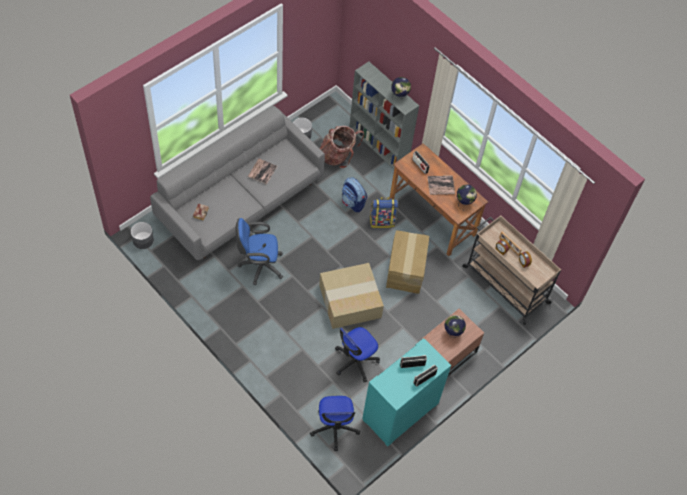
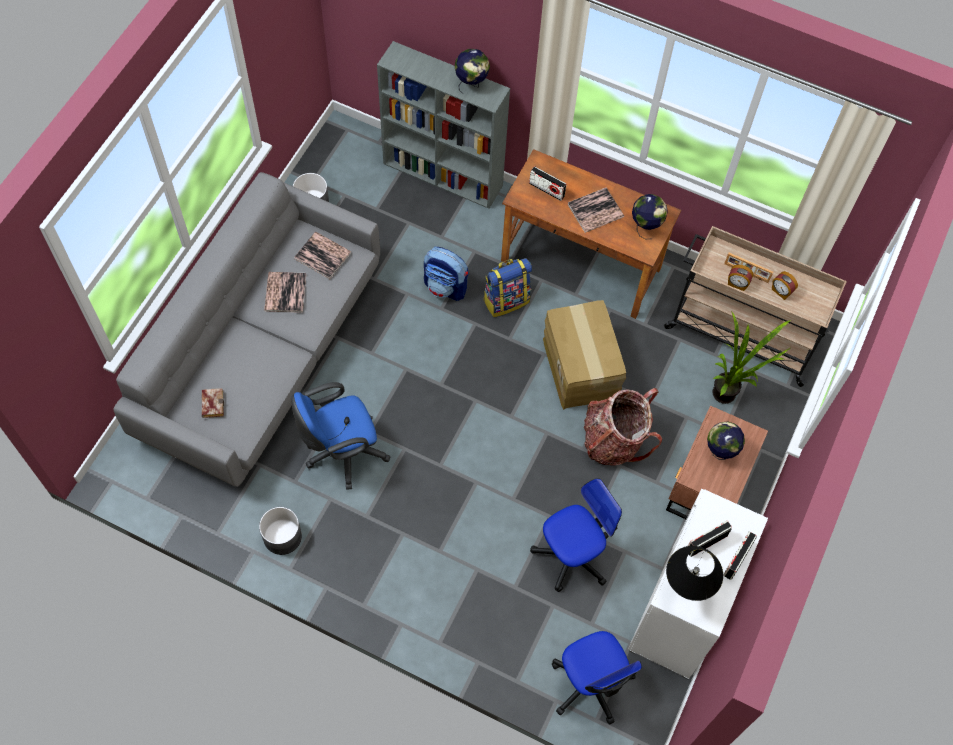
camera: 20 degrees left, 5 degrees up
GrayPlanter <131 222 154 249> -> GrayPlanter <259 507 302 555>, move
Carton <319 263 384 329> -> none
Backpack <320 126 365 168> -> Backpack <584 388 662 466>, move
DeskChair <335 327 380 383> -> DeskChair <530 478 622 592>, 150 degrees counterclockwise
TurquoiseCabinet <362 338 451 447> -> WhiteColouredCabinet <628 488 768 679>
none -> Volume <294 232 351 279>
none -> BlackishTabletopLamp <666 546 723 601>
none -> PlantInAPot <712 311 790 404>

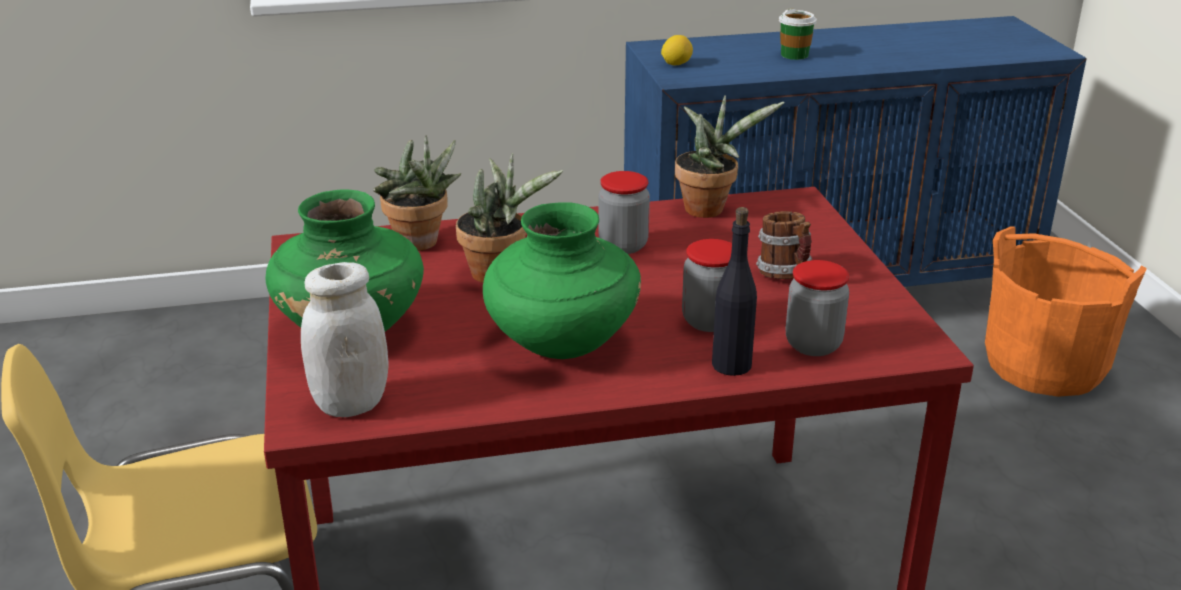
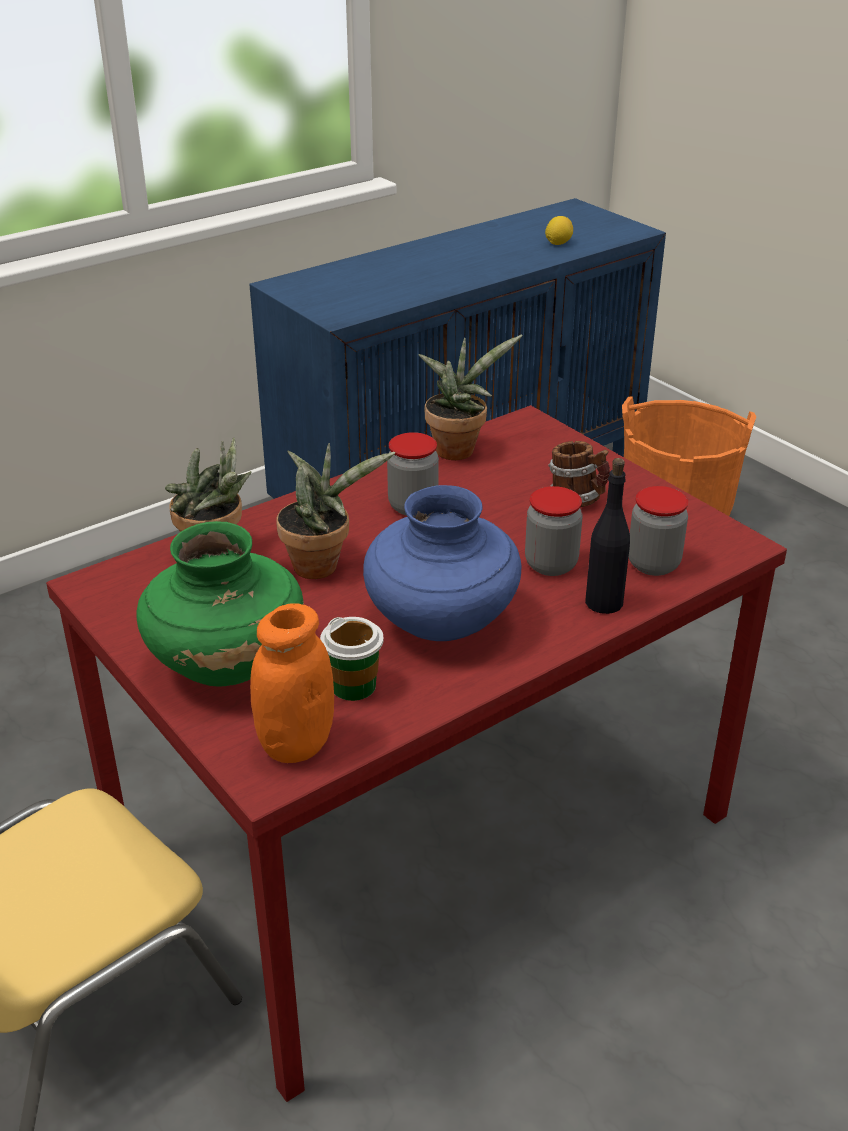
camera: 25 degrees left, 5 degrees up
WhiteColouredJar <301 262 389 417> -> OrangeyJar <250 603 334 763>
GreenVase <483 202 641 359> -> BlueColouredVase <363 485 521 641>
CitrusFruit <661 35 693 65> -> CitrusFruit <545 216 573 245>, move
SmallCup <779 8 817 60> -> SmallCup <320 617 384 701>, move

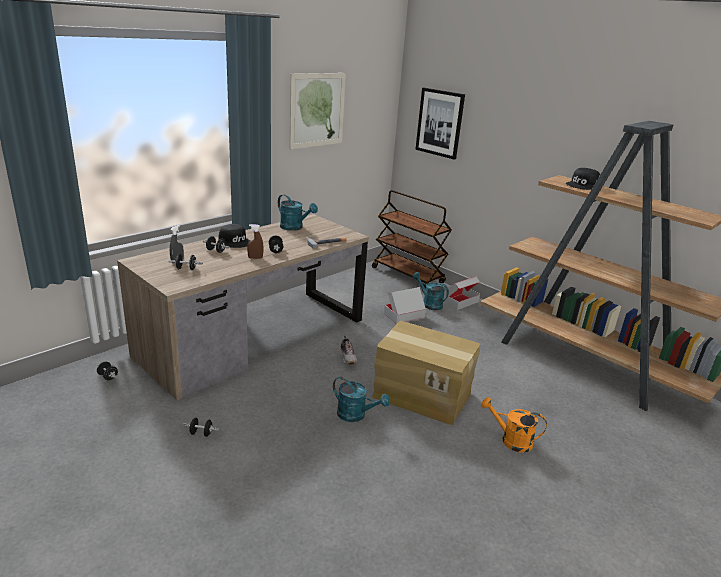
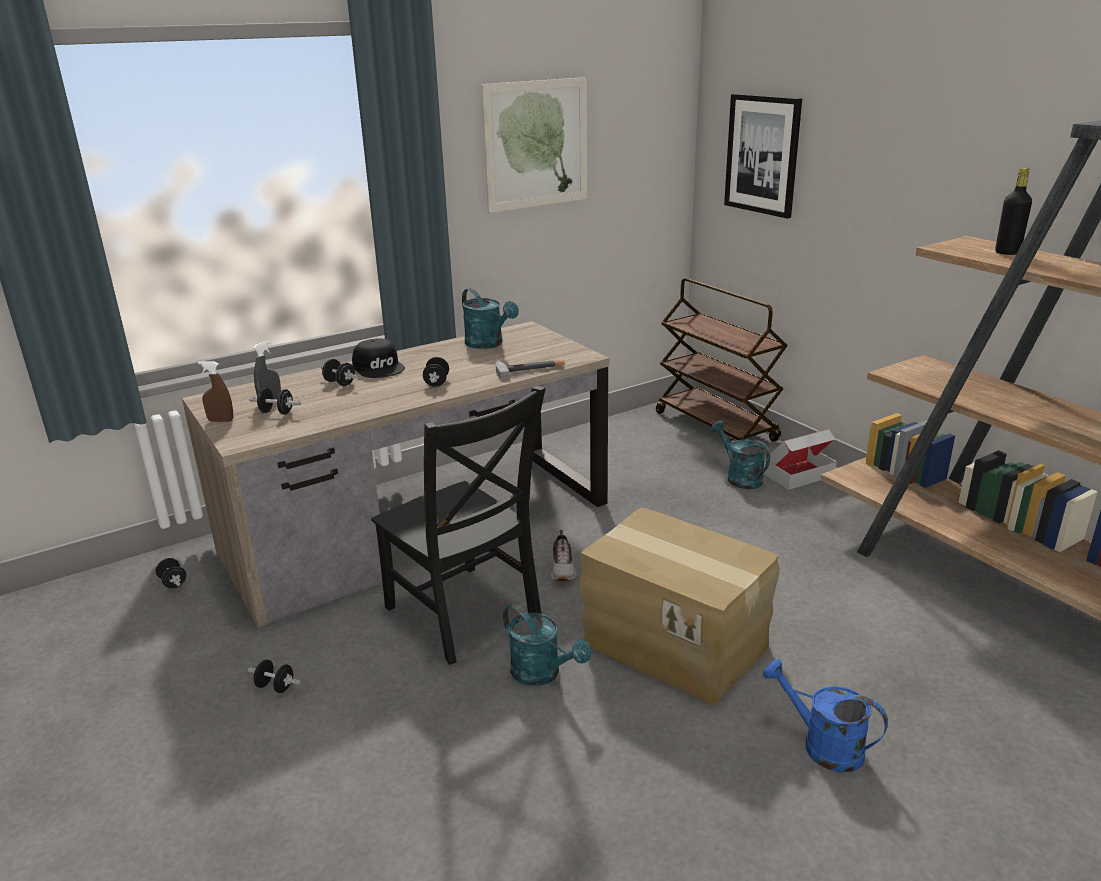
camera: 15 degrees right, 0 degrees up
BrownSprayer <247 224 264 259> -> BrownSprayer <198 361 233 422>, move
Carton <384 287 426 324> -> none
OrangeySprinklingCan <481 397 547 453> -> BlueColouredSprinklingCan <763 659 888 773>
BlackishBaseballCap <566 168 600 190> -> BlackishBeverageBottle <995 167 1032 255>
none -> BlackishChair <371 386 546 665>

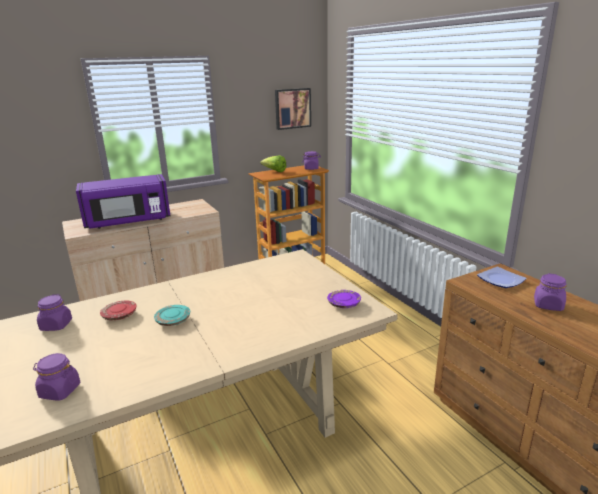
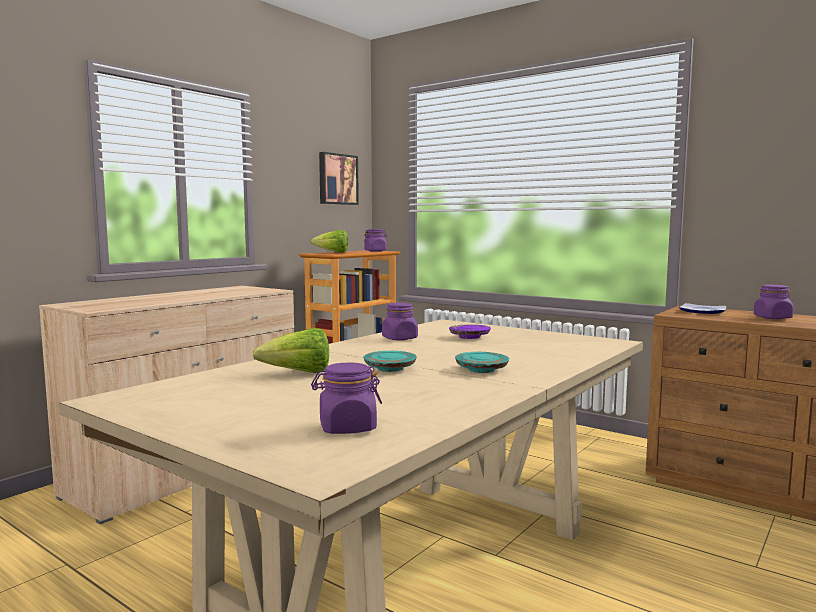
camera: 25 degrees left, 15 degrees down
PurpleJar <37 294 72 331> -> PurpleJar <382 303 418 341>, move
PurpleKitchenMicrowave <76 174 171 229> -> none
RedFlatDish <100 301 137 320> -> LettuceHead <252 328 329 373>
PurpleFlatDish <327 290 361 308> -> PurpleFlatDish <449 325 491 339>, move
none -> TurquoiseFlatDish <455 352 509 373>

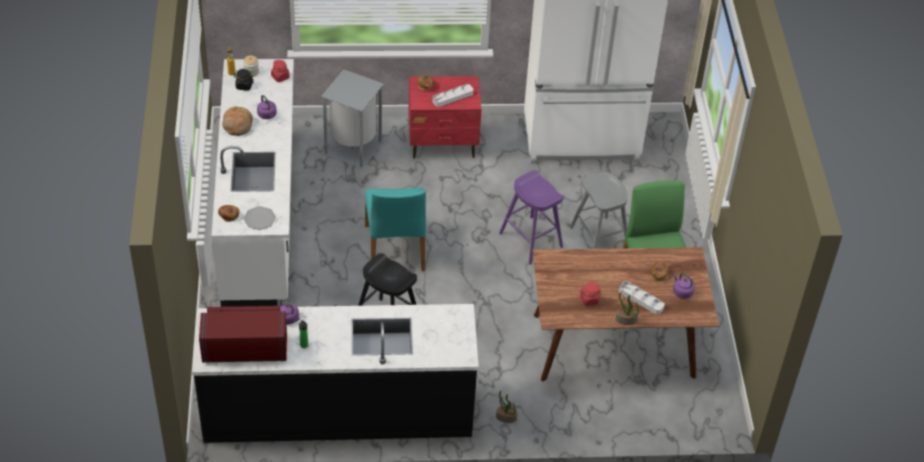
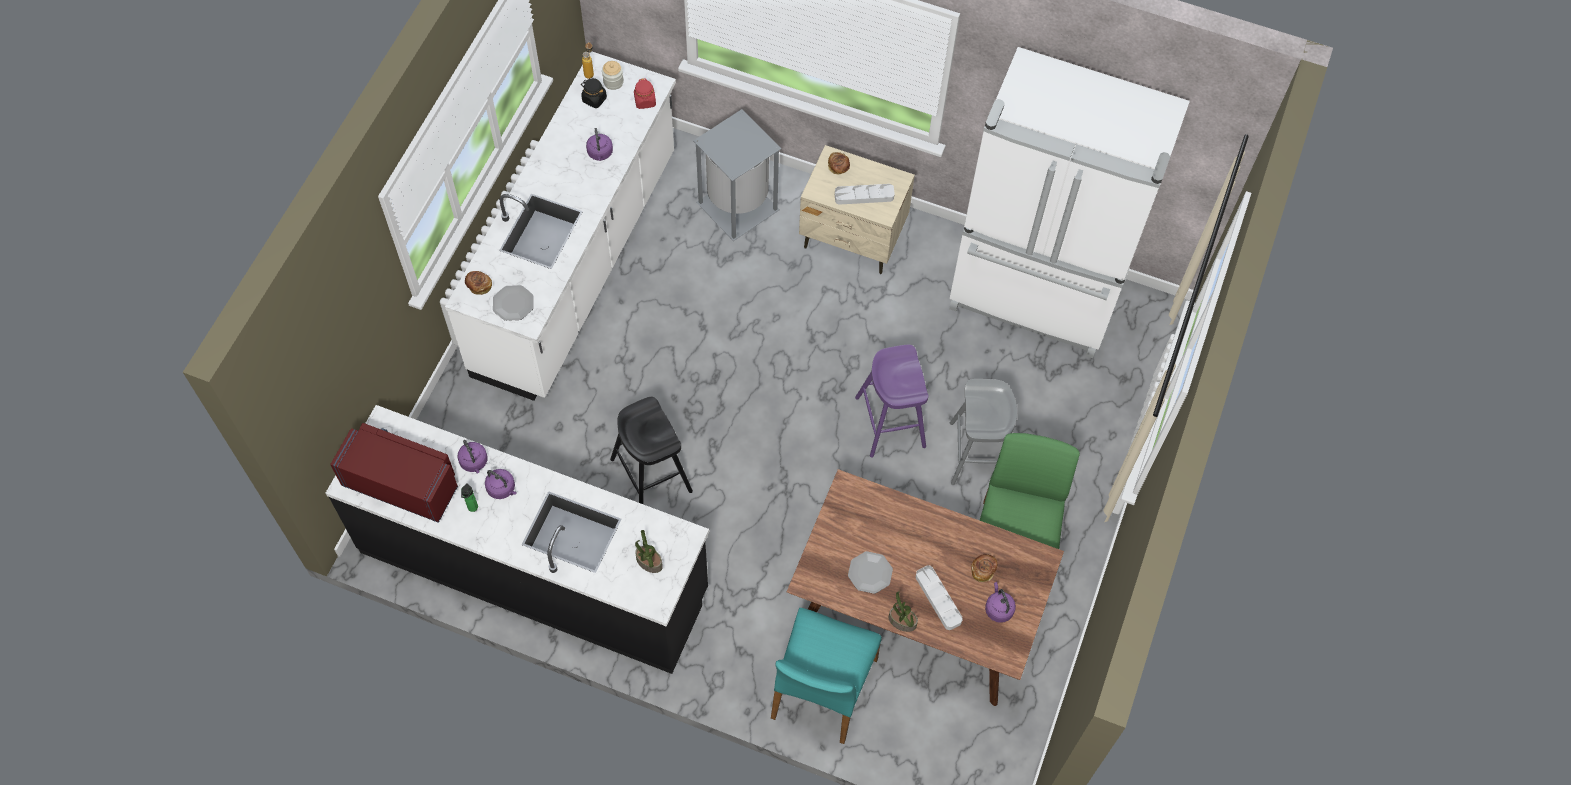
camera: 25 degrees right, 15 degrees up
Bread <222 106 253 136> -> none
TurquoiseChair <365 187 426 271> -> TurquoiseChair <771 608 882 744>, move
RedBedsideTable <408 76 482 159> -> BeigeColouredBedsideTable <799 145 915 274>
PlantInAPot <496 391 518 423> -> PlantInAPot <635 530 663 573>, move
RedJar <580 282 601 306> -> FlatDish <848 551 893 594>
none -> PurpleWaterKettle <485 469 517 499>

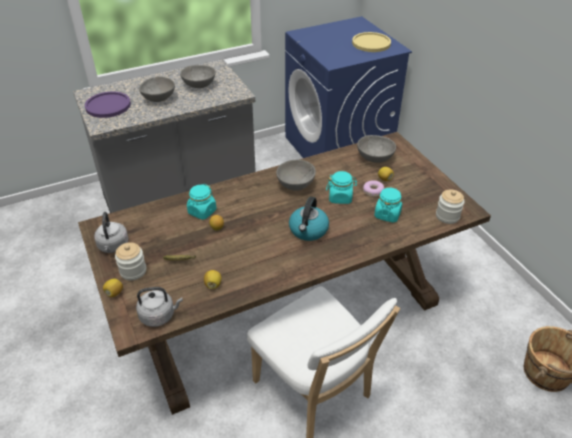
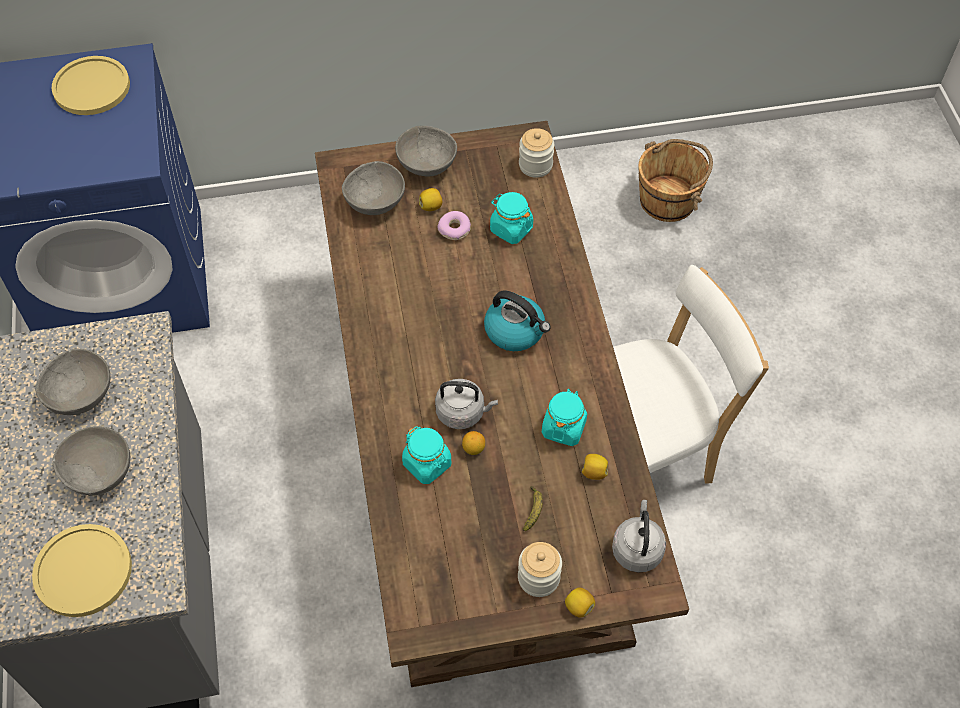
camera: 75 degrees left, 15 degrees up
PurpleFlatDish <85 91 131 118> -> YellowFlatDish <32 524 132 617>
GrayWaterKettle <94 212 129 253> -> GrayWaterKettle <435 379 498 429>, move
GrayDeepDish <276 160 316 191> -> GrayDeepDish <395 125 457 177>, move
TurquoiseJar <326 171 357 204> -> TurquoiseJar <542 389 587 446>, move

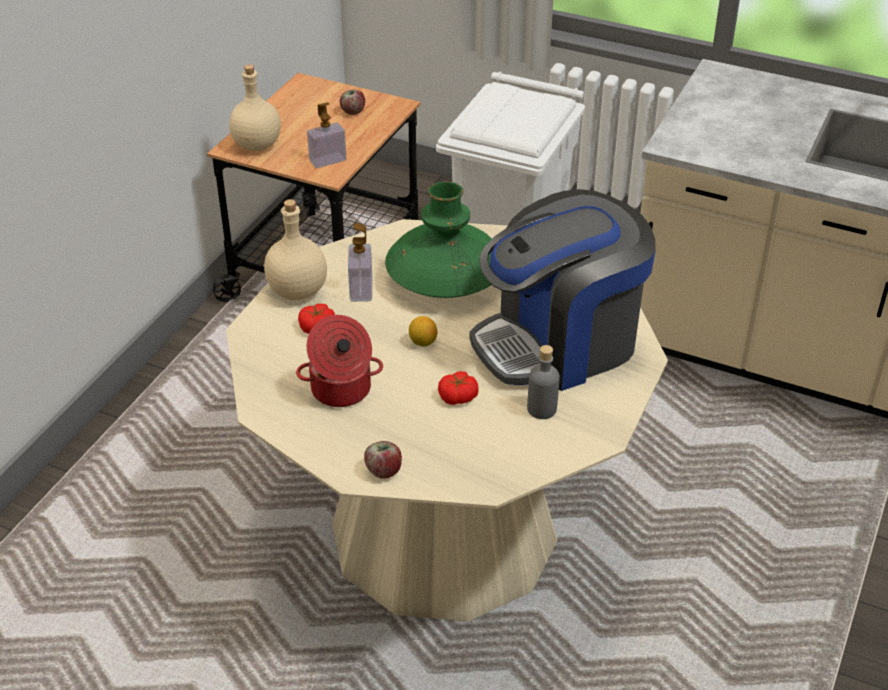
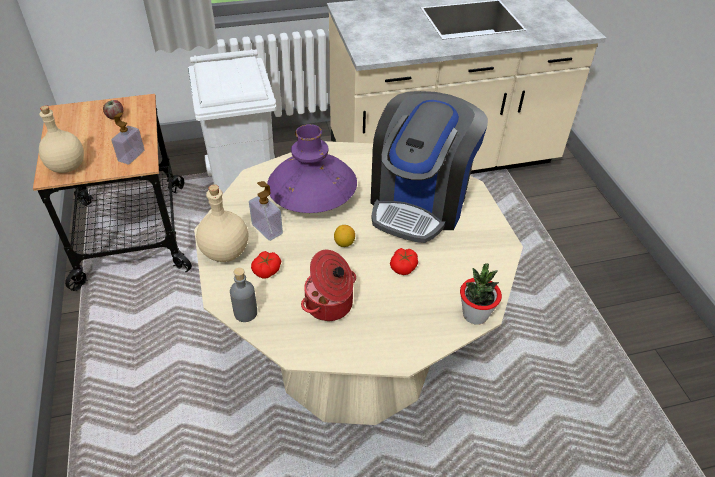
camera: 40 degrees left, 5 degrees up
WholeApple <364 441 402 479> -> none
GreenVase <385 181 492 298> -> PurpleVase <267 124 357 213>
GrayBeverageBottle <527 345 560 419> -> GrayBeverageBottle <230 268 257 322>, move
none -> PlantInAPot <460 263 502 325>

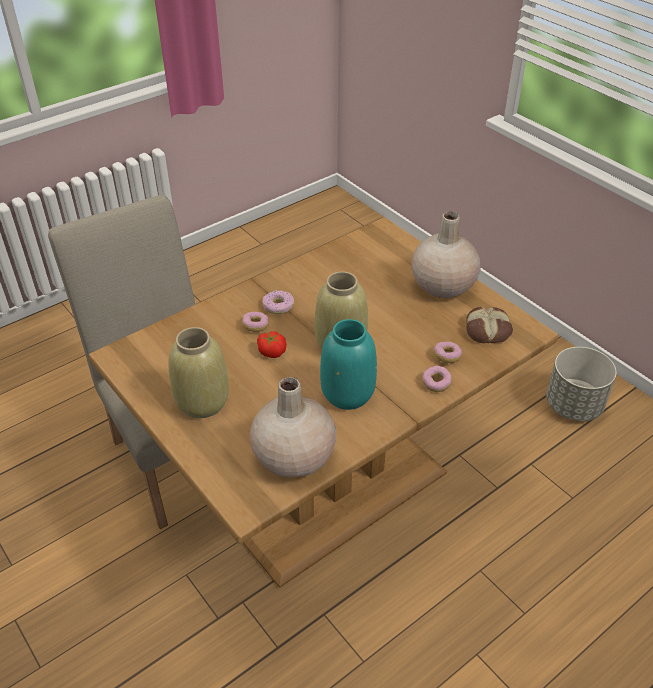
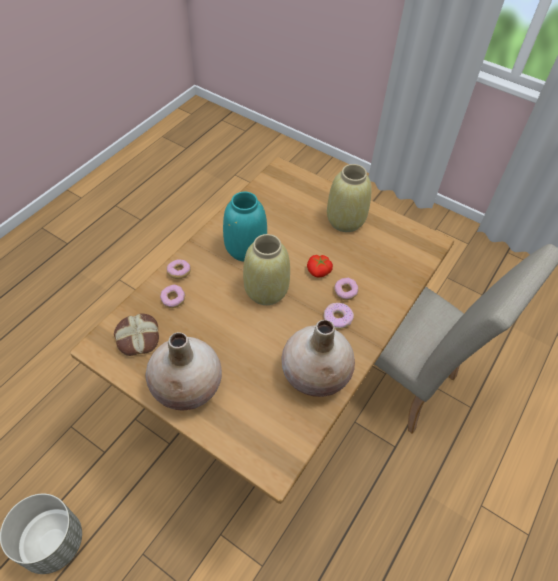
camera: 160 degrees right, 10 degrees up
BeigeColouredVase <250 377 336 477> -> BeigeColouredVase <281 320 355 397>, move

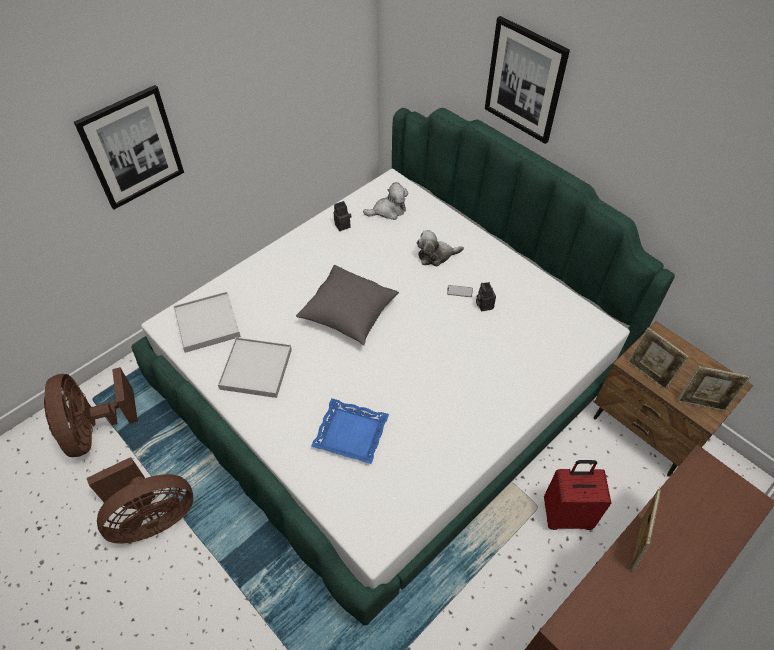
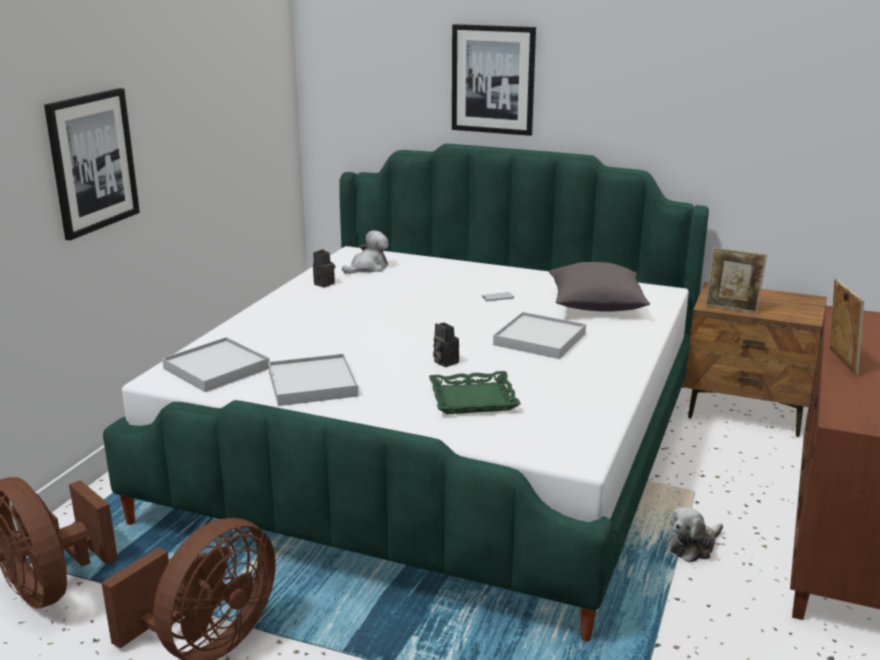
camera: 25 degrees left, 30 degrees down
GrayPillow <296 265 399 346> -> GrayPillow <549 262 650 312>, move
BlueColouredTray <311 398 389 464> -> GreenTray <429 371 521 414>
SoftToy <417 230 464 266> -> SoftToy <670 507 723 563>, move
PhotoCamera <476 282 496 311> -> PhotoCamera <433 323 459 367>, move
RedTravelCase <544 460 611 530> -> none
PictureFrame <677 366 751 411> -> none
none -> WhiteColouredTray <493 312 586 359>

